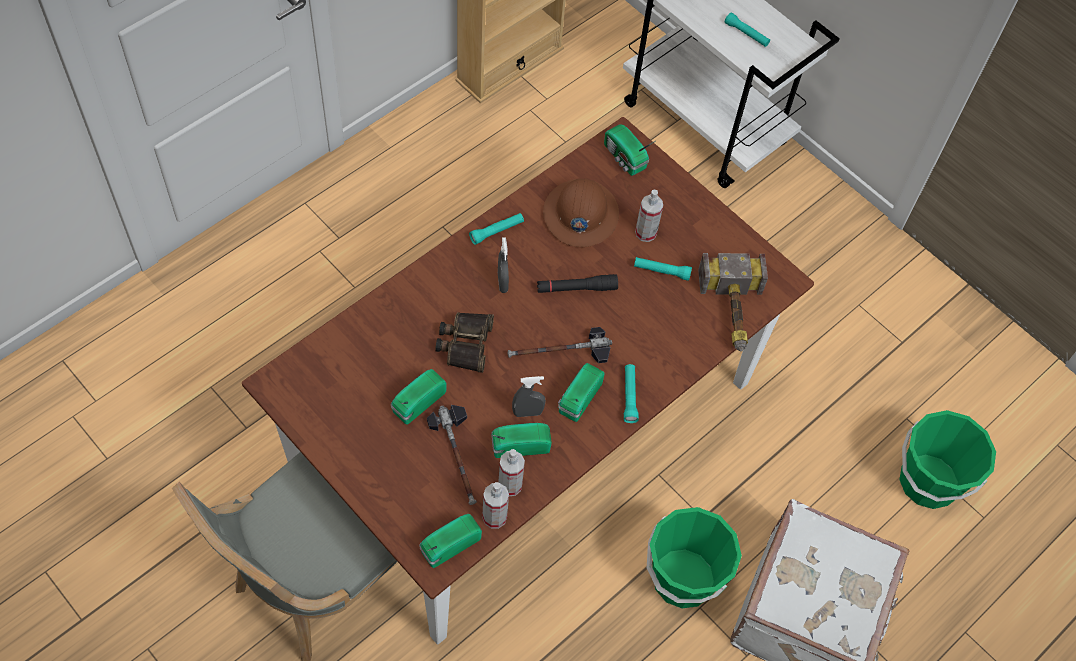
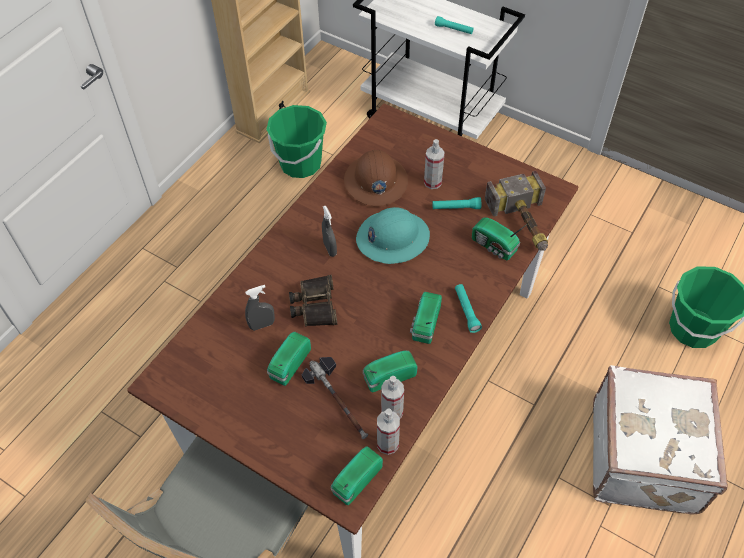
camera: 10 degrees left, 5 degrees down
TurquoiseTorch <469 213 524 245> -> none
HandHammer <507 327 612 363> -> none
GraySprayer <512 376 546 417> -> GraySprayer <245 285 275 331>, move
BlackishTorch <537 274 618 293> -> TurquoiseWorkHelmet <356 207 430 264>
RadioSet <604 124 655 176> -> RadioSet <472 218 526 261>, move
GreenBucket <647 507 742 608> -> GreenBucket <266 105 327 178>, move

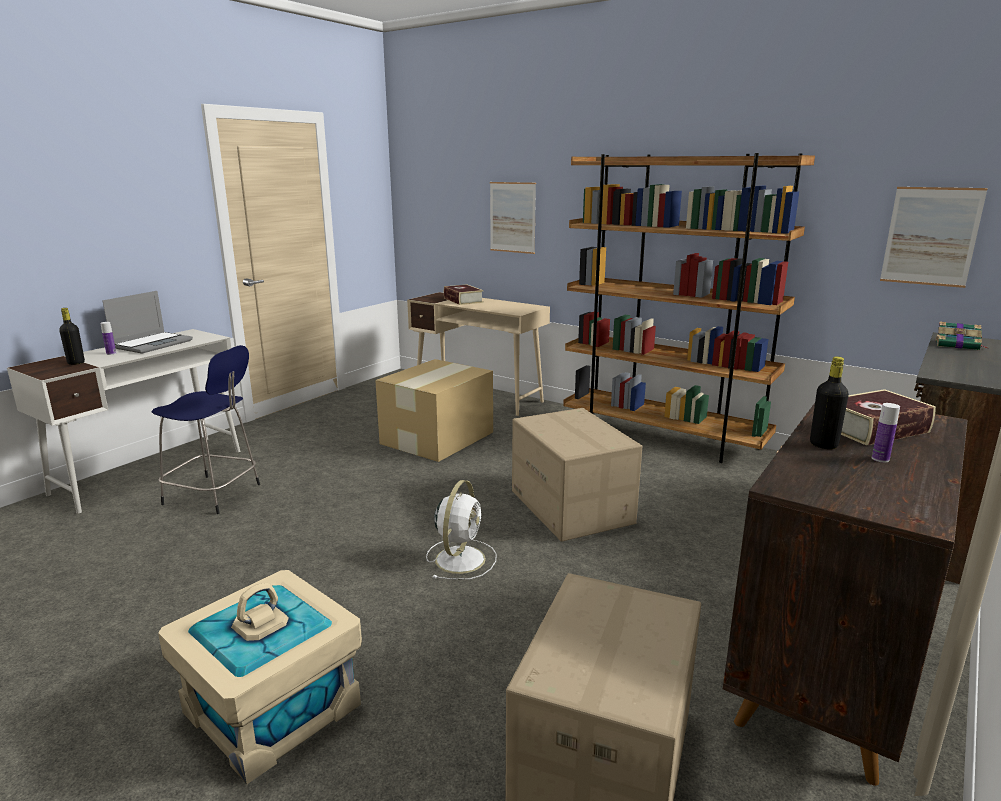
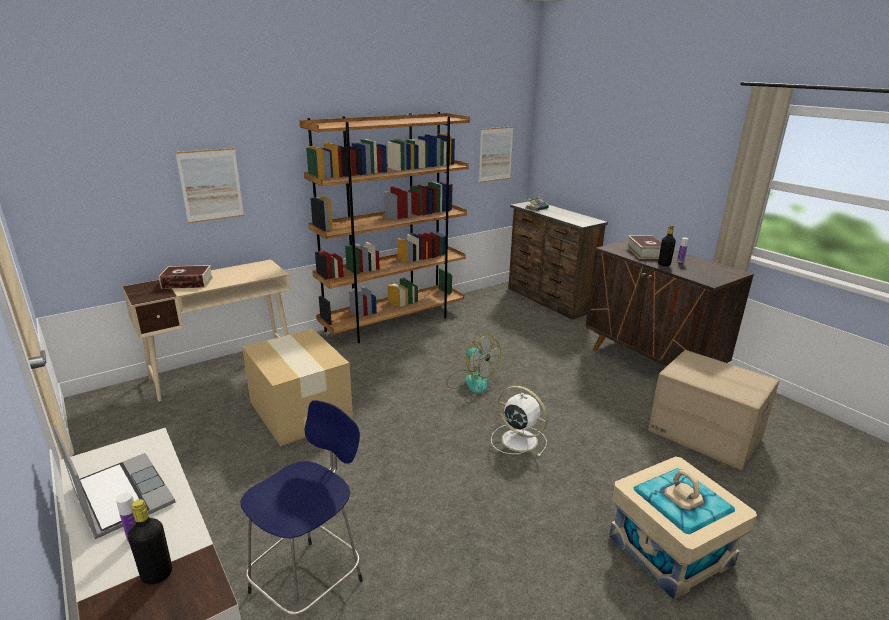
camera: 70 degrees left, 5 degrees up
Carton <512 408 642 542> -> Fan <446 334 501 393>

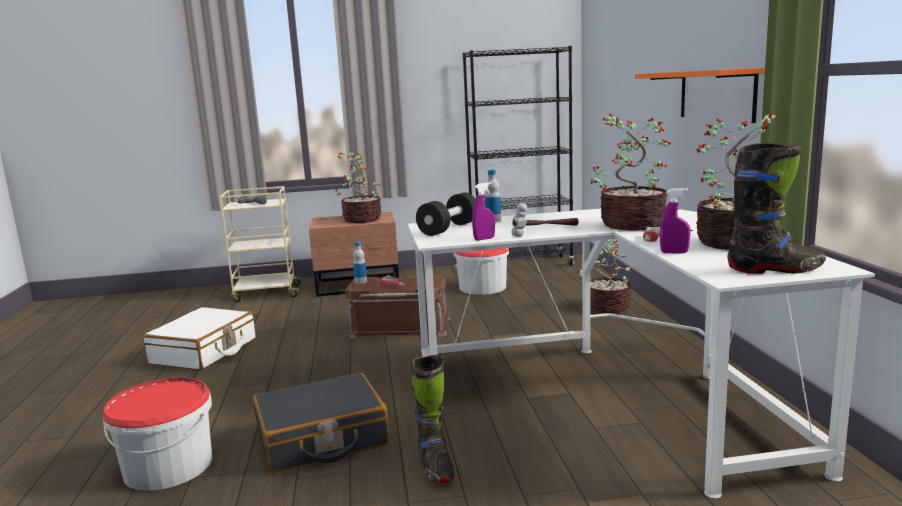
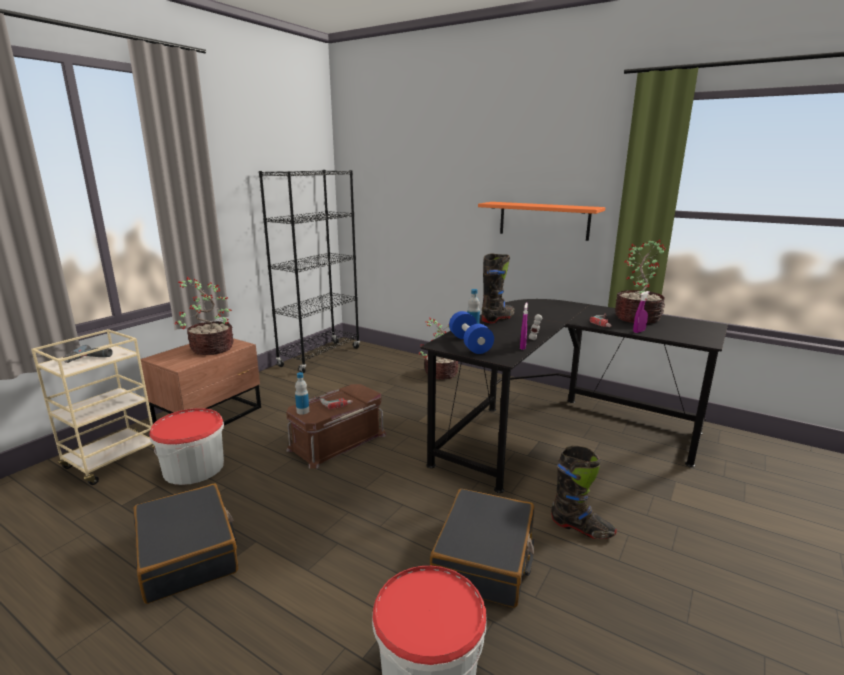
camera: 50 degrees left, 5 degrees up
WhiteColouredTravelCase <143 307 256 370> -> BlackishTravelCase <133 484 238 604>
WhiteColouredDesk <408 209 875 499> -> BlackishDesk <420 299 728 493>
BlackishFreeWeight <416 192 476 236> -> BlueColouredFreeWeight <449 311 494 354>
Bucket <454 248 509 295> -> Bucket <150 408 224 485>, move
PlantInAPot <590 113 673 231> -> none
BlackishBoot <727 143 826 274> -> BlackishBoot <482 254 515 323>, move

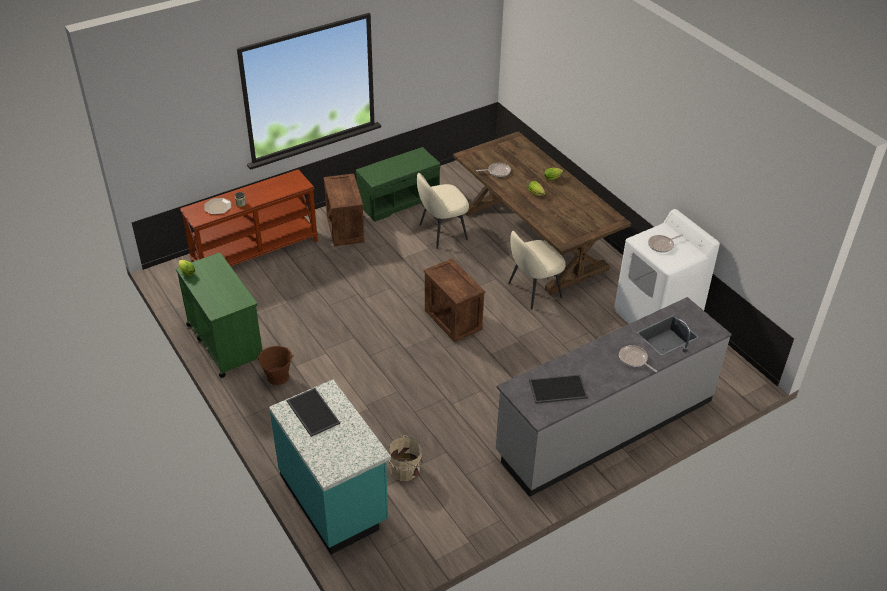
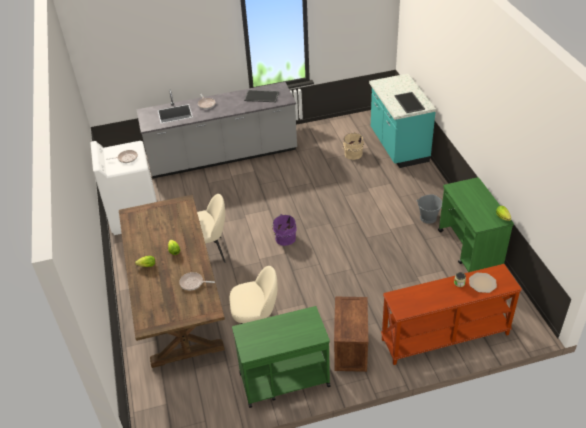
camera: 160 degrees left, 0 degrees up
BrownBucket <257 346 294 385> -> GrayBucket <417 194 442 224>
GreenLongSeat <356 147 440 222> -> GreenCart <232 306 331 408>
Crate <423 259 485 342> -> PurpleBucket <272 214 297 246>

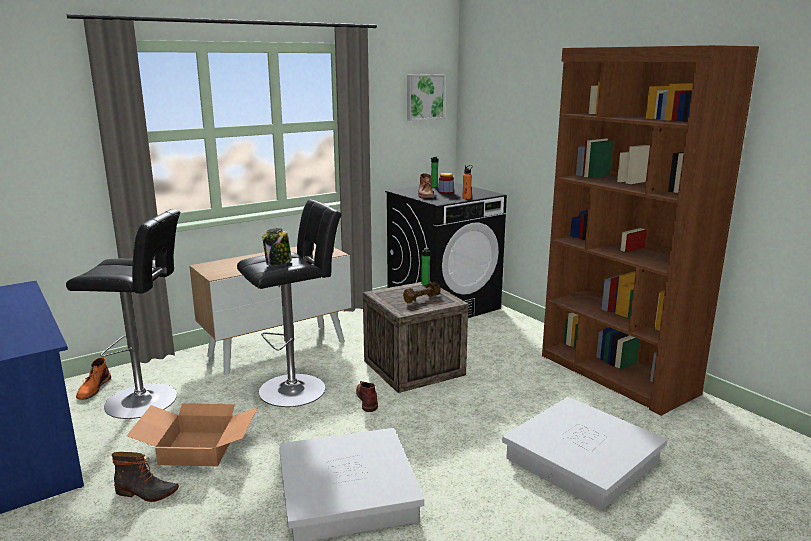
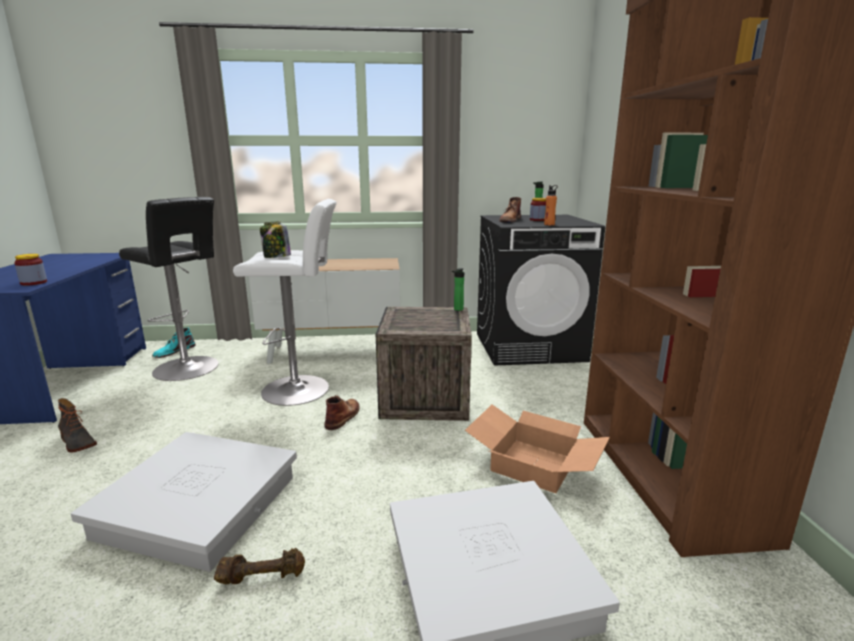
camera: 30 degrees right, 0 degrees up
OrangeyBoot <76 357 111 399> -> TurquoiseBoot <152 328 195 358>
Carton <127 403 258 466> -> Carton <465 405 610 493>, move
BlackishStool <237 200 342 407> -> WhiteColouredStool <233 199 337 406>
BrownFreeWeight <403 282 441 304> -> BrownFreeWeight <214 548 305 584>, move
WallPicture <407 74 445 121> -> none
none -> Jar <15 254 47 286>

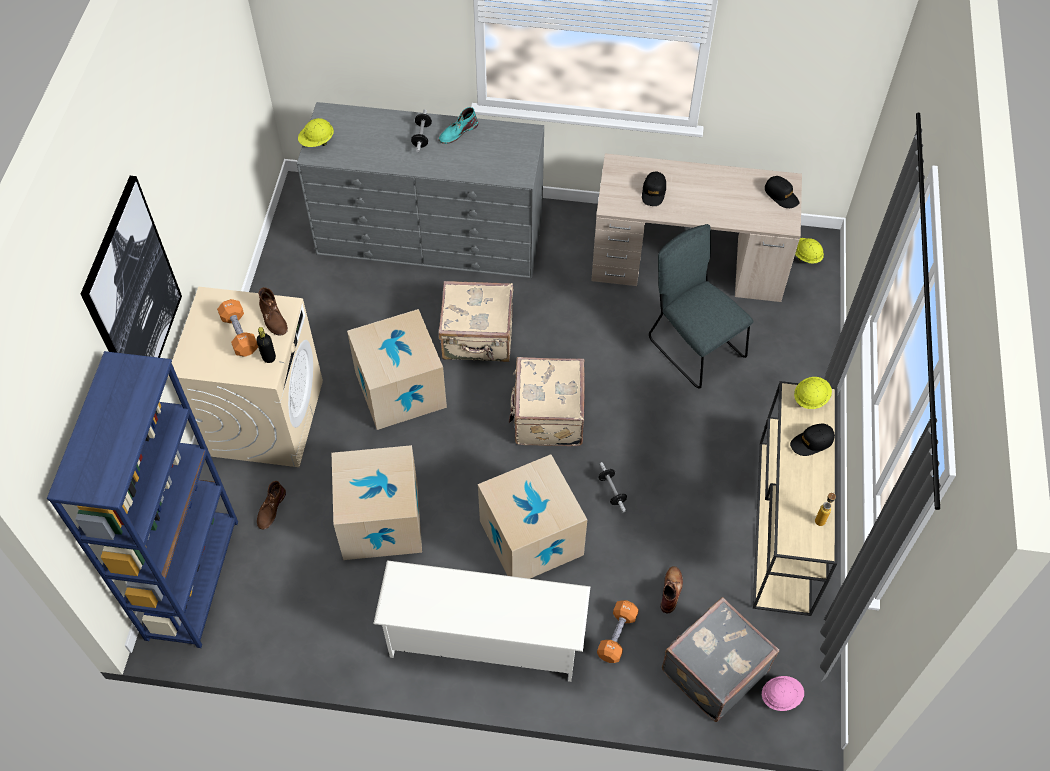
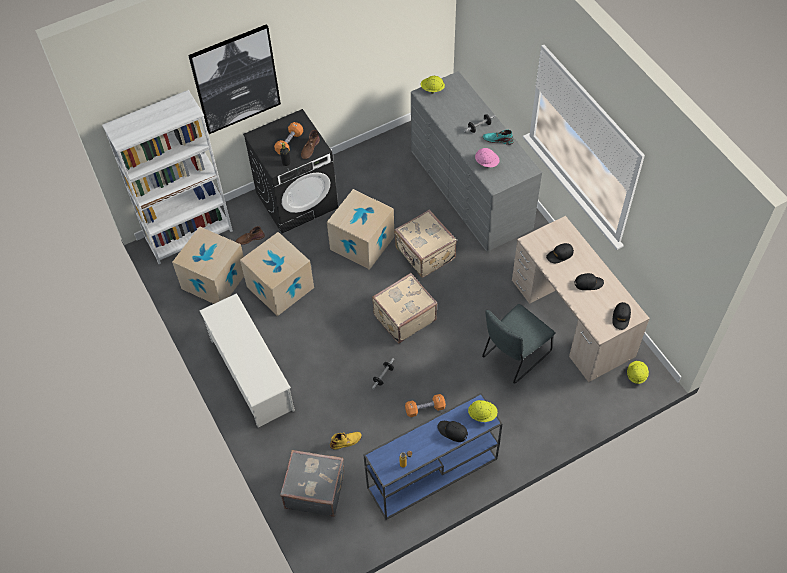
camera: 55 degrees right, 0 degrees up
BlueColouredShelvingUnit <47 351 238 648> -> WhiteColouredShelvingUnit <102 90 233 264>
BeigeColouredLaundryMachine <168 286 323 467> -> BlackishLaundryMachine <243 109 338 233>
Carton <478 454 587 579> -> Carton <172 226 244 304>, move
OrangeyFreeWeight <597 600 639 663> -> OrangeyFreeWeight <405 394 446 417>, move
GrayChair <649 224 754 389> -> GrayChair <482 304 555 384>, 150 degrees counterclockwise
BrownBoot <660 566 683 613> -> YellowBoot <330 432 362 450>
BeigeColouredConsoleTable <753 381 837 616> -> BlueColouredConsoleTable <363 393 502 520>
PinkColouredWorkHelmet <762 676 804 711> -> PinkColouredWorkHelmet <475 148 500 167>, move
none -> BlackishBaseballCap <574 273 604 290>

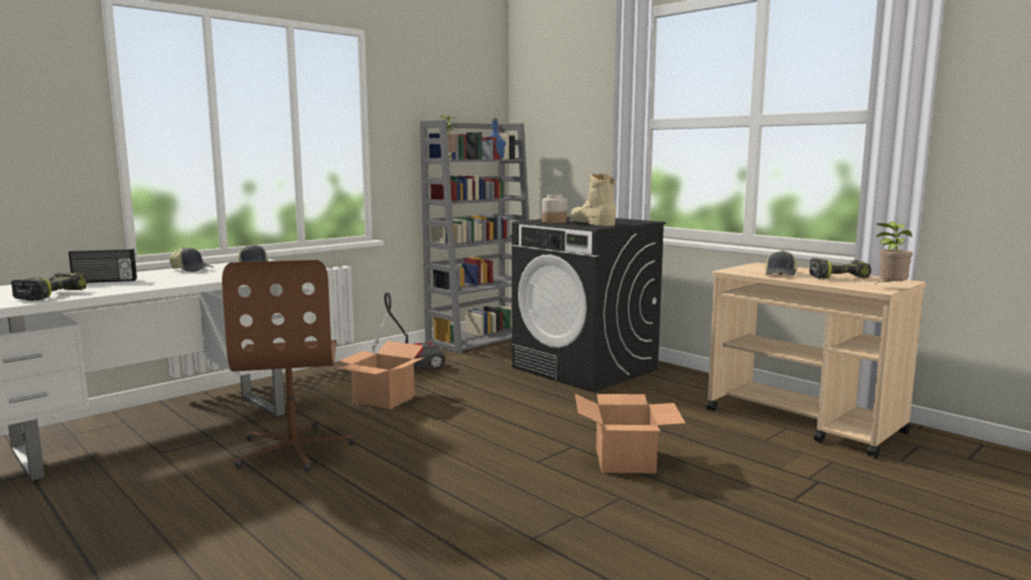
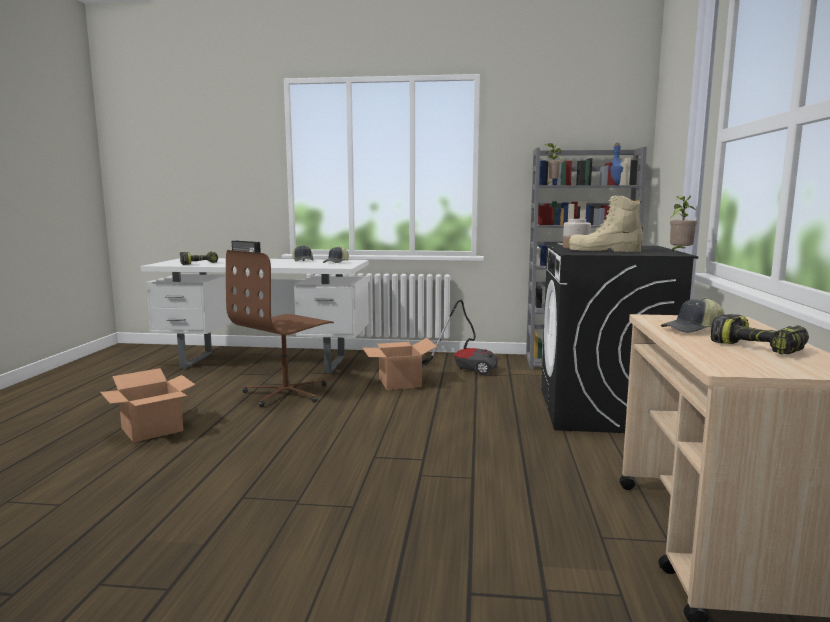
camera: 50 degrees right, 0 degrees up
BeigeColouredBoot <570 174 616 226> -> BeigeColouredBoot <569 196 643 252>, 105 degrees counterclockwise
Carton <575 394 686 473> -> Carton <100 368 196 443>, move
PlantInAPot <876 222 913 284> -> PlantInAPot <669 196 697 251>, move

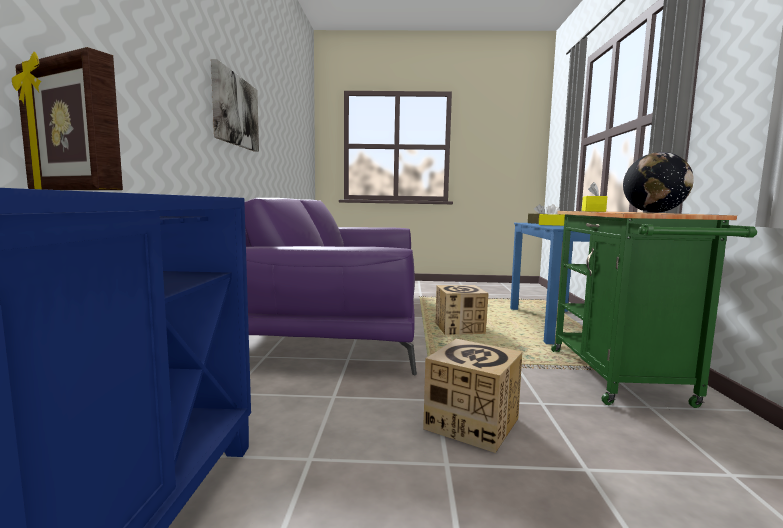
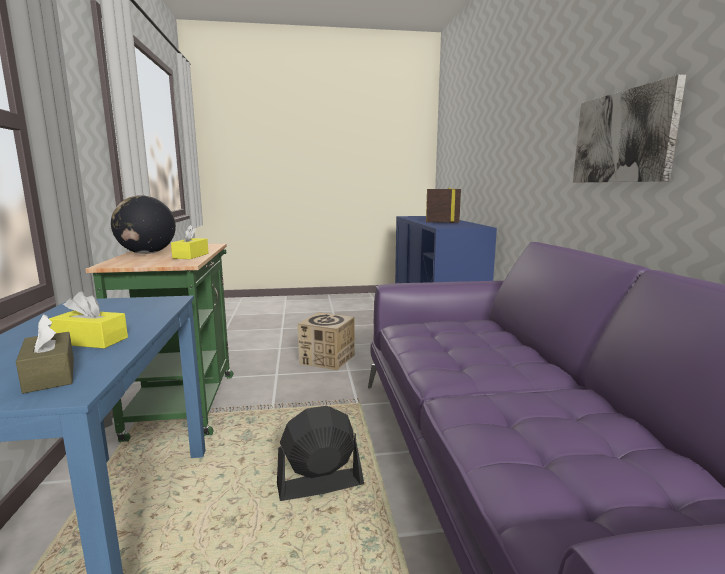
camera: 170 degrees right, 5 degrees up
Carton <435 285 489 335> -> BlackishFan <277 406 364 501>

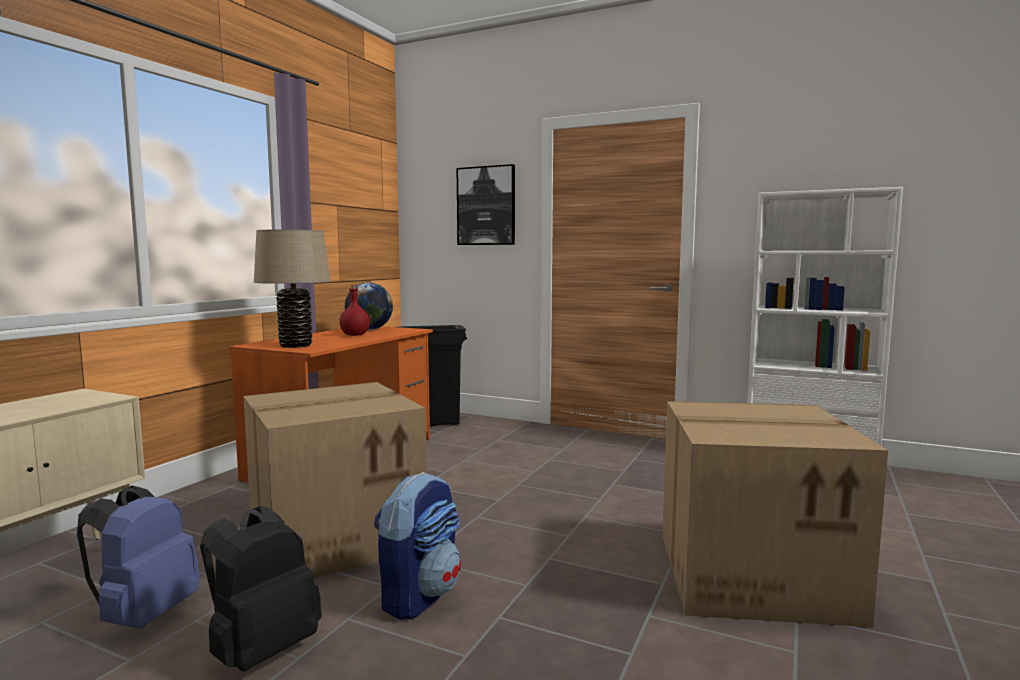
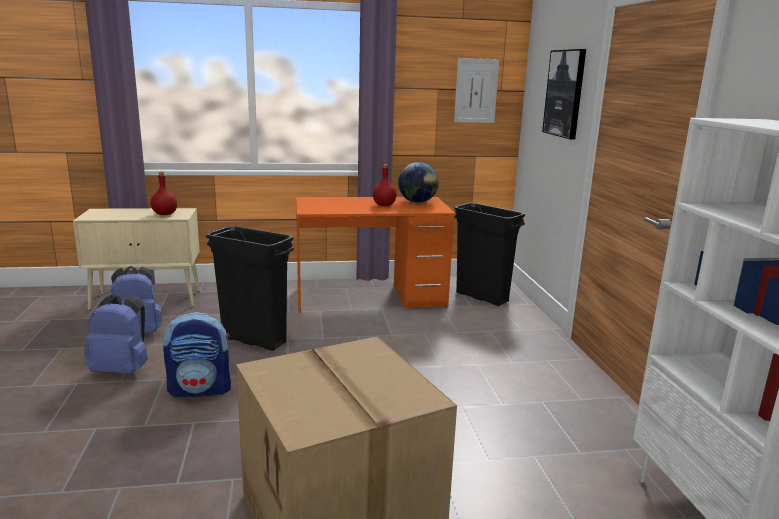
camera: 55 degrees right, 10 degrees up
BlackishBackpack <200 506 322 672> -> BlueColouredBackpack <84 295 148 374>
Carton <243 382 427 578> -> BlackishWasteBin <206 226 294 351>
BeigeColouredTabletopLamp <254 229 331 348> -> none
none -> RedBeverageBottle <151 172 177 215>
none -> WallPicture <454 58 500 123>

